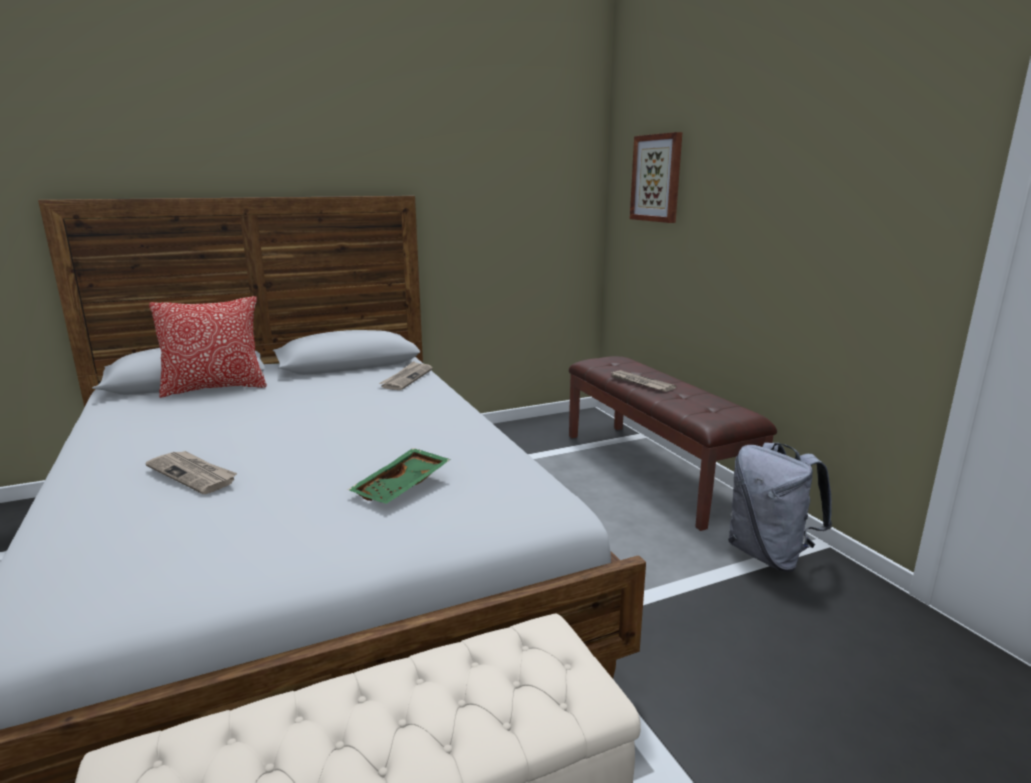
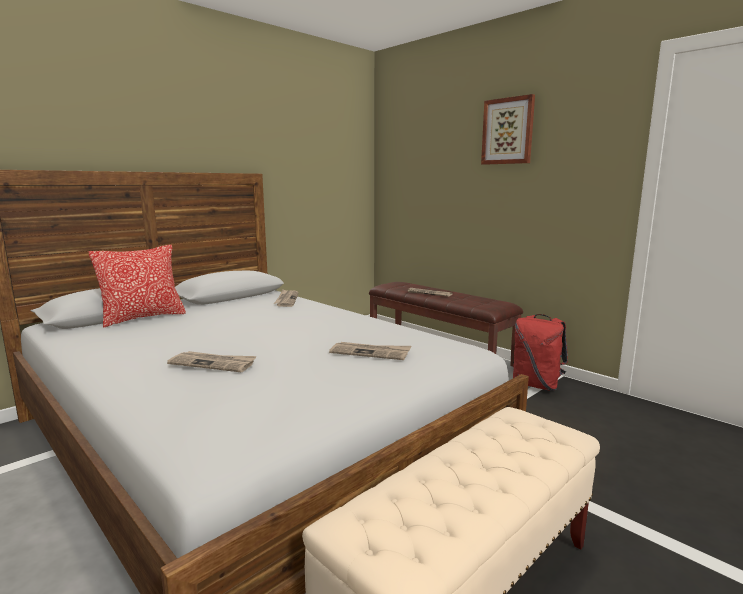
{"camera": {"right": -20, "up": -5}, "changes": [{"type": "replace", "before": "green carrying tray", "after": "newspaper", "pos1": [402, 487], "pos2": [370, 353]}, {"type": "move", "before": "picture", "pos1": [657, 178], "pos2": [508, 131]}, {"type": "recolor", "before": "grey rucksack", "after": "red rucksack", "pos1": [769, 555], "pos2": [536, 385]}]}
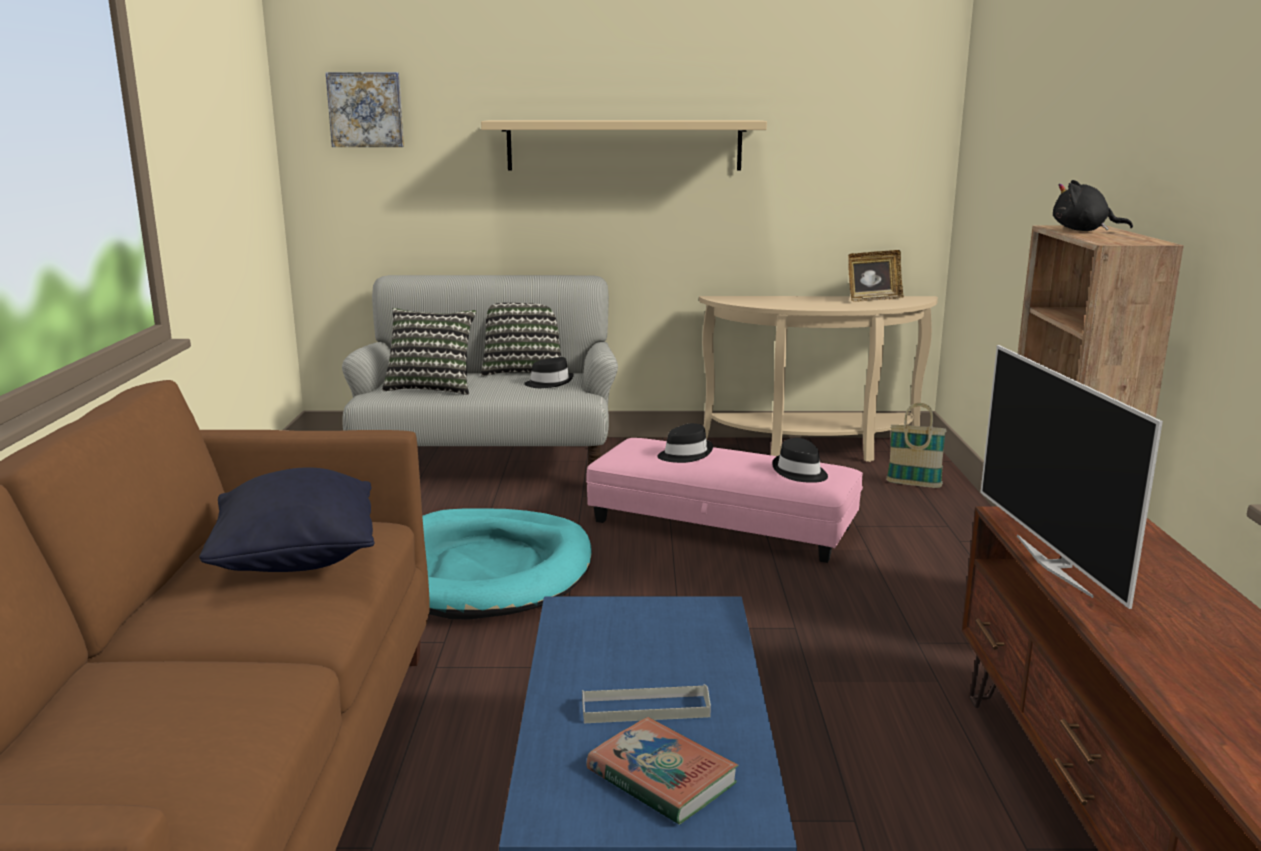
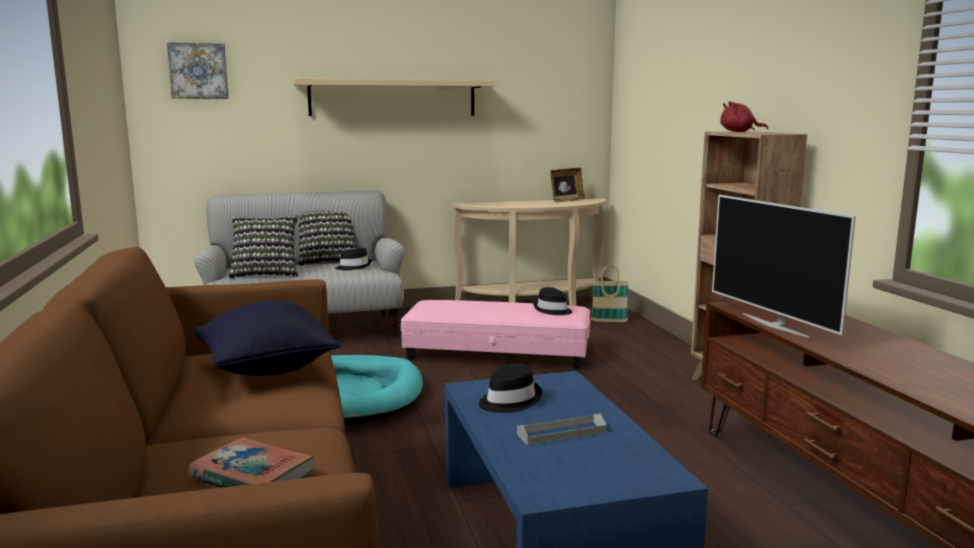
{"camera": {"right": -15, "up": -5}, "changes": [{"type": "move", "before": "bound book", "pos1": [661, 777], "pos2": [252, 476]}, {"type": "move", "before": "blackish wearable hat", "pos1": [685, 454], "pos2": [509, 401]}, {"type": "recolor", "before": "blackish cuddly toy", "after": "red cuddly toy", "pos1": [1083, 230], "pos2": [739, 132]}]}
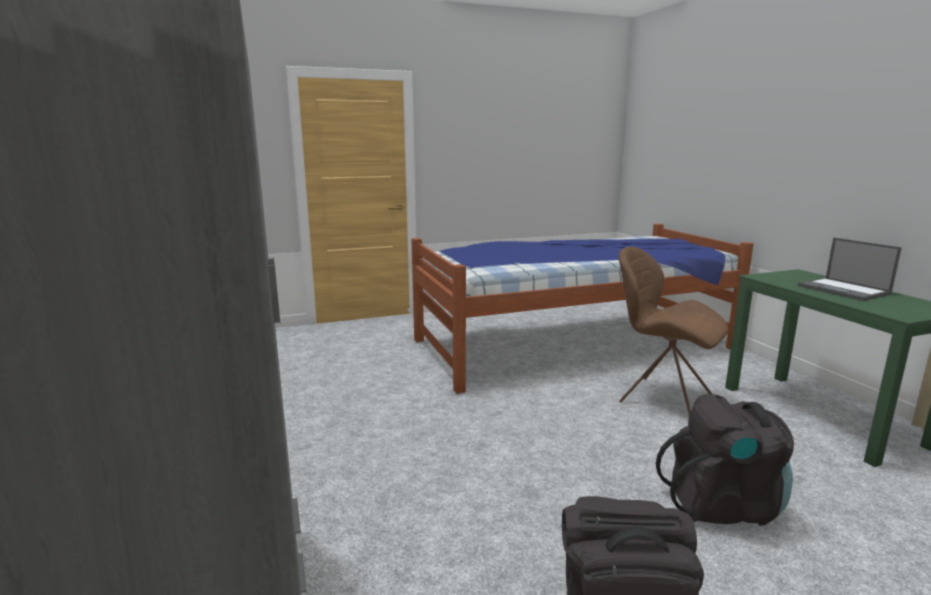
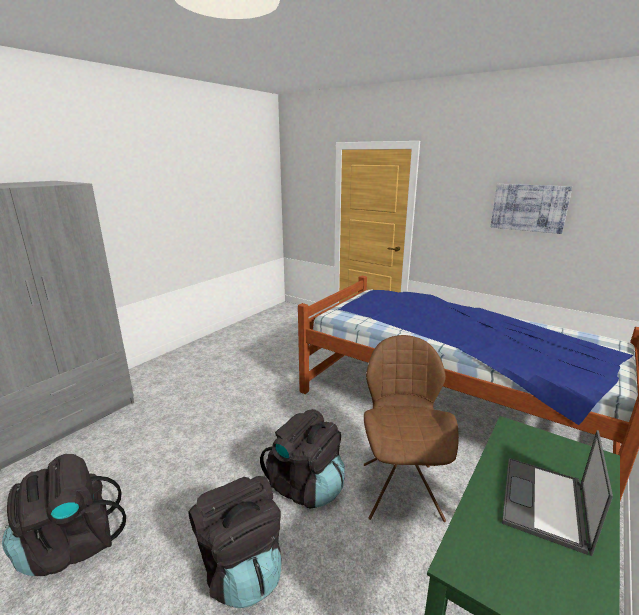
{"camera": {"right": 55, "up": 5}, "changes": [{"type": "insert", "after": "blackish rucksack", "pos2": [306, 486]}, {"type": "insert", "after": "picture", "pos2": [529, 207]}]}
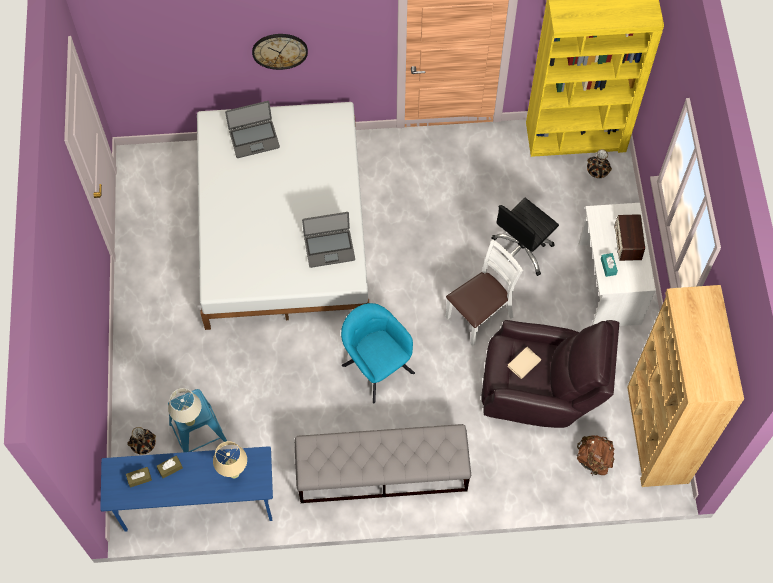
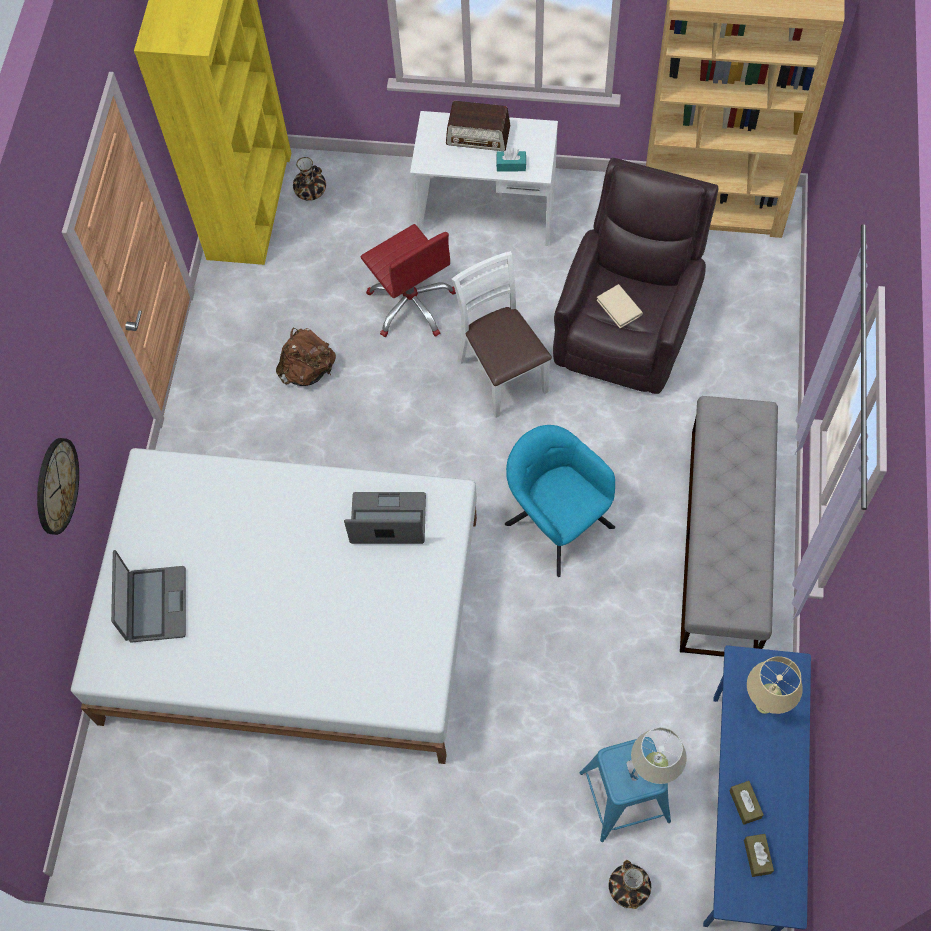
{"camera": {"right": -75, "up": 0}, "changes": [{"type": "move", "before": "brown rucksack", "pos1": [594, 460], "pos2": [308, 371]}, {"type": "rotate", "before": "laptop", "pos1": [329, 248], "pos2": [388, 520], "turn": -90}, {"type": "recolor", "before": "blackish computer chair", "after": "red computer chair", "pos1": [522, 250], "pos2": [412, 304]}, {"type": "rotate", "before": "blue-green easy chair", "pos1": [376, 366], "pos2": [556, 522], "turn": 75}]}
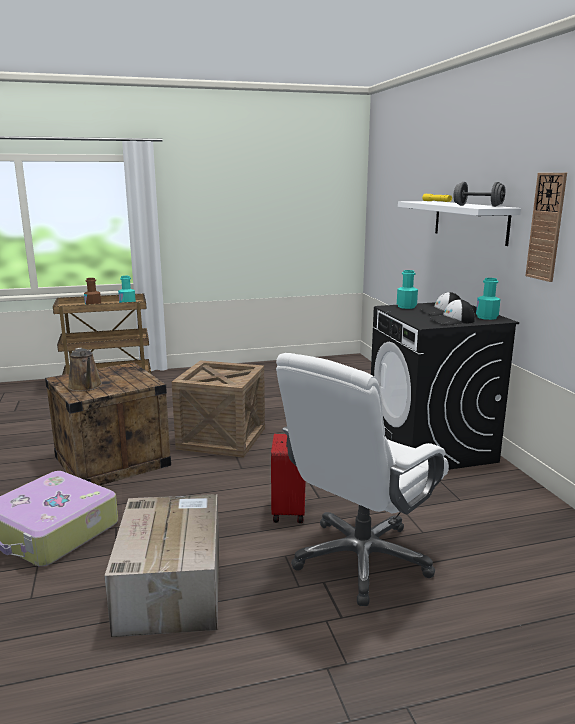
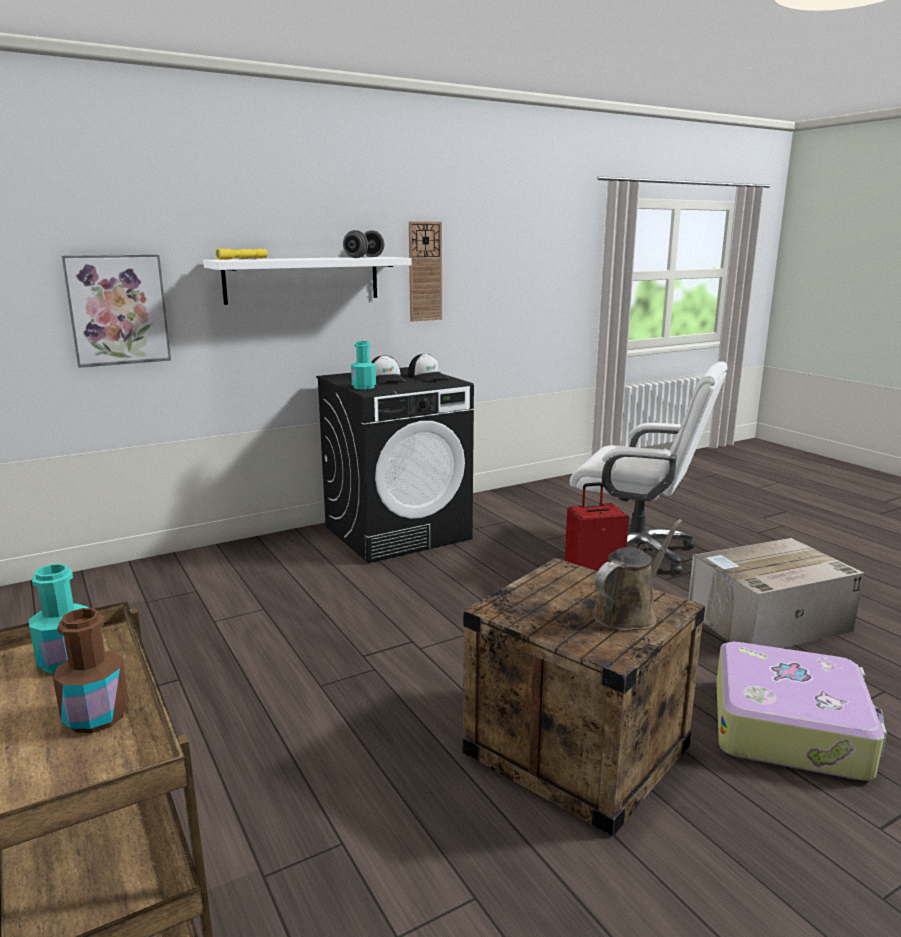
{"camera": {"right": -105, "up": 0}, "changes": [{"type": "insert", "after": "picture", "pos2": [118, 310]}, {"type": "delete", "before": "packing crate", "pos1": [222, 438]}, {"type": "delete", "before": "blue-green bottle", "pos1": [487, 317]}]}
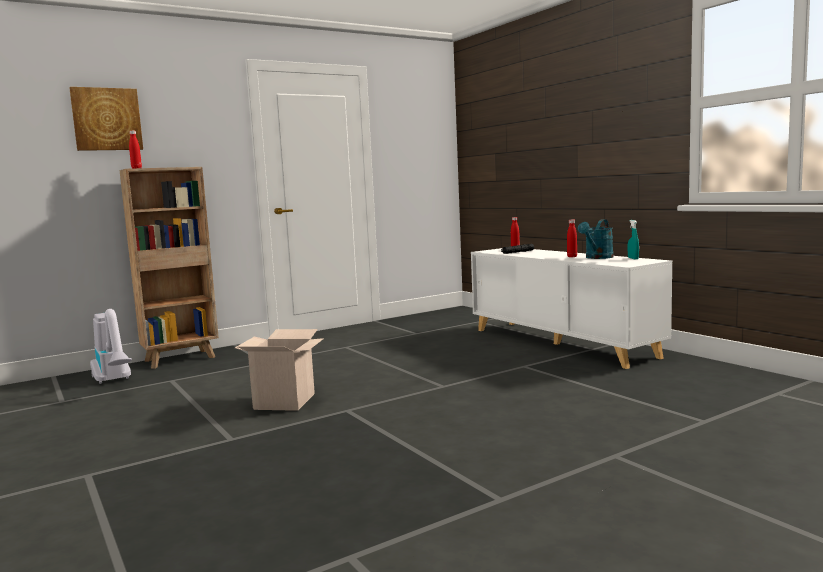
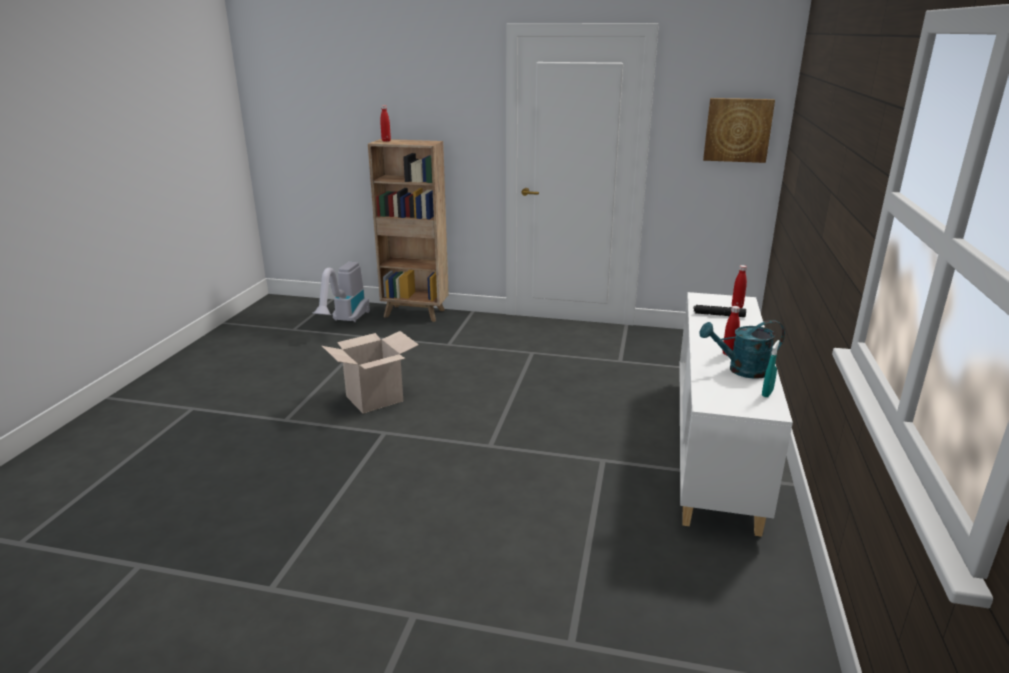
{"camera": {"right": 45, "up": 15}, "changes": [{"type": "move", "before": "picture", "pos1": [107, 119], "pos2": [737, 130]}]}
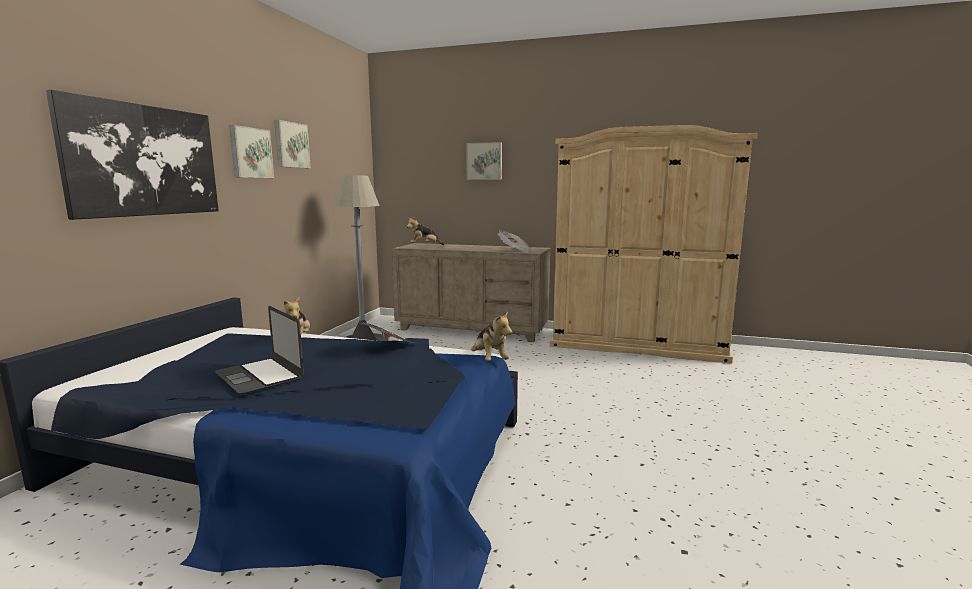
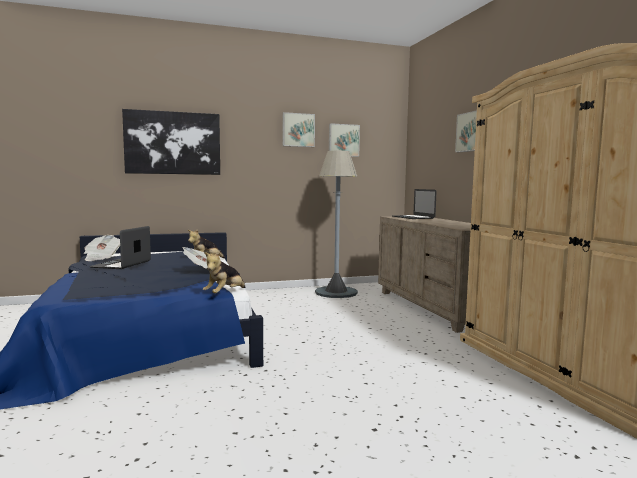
{"camera": {"right": 55, "up": -5}, "changes": [{"type": "move", "before": "newspaper", "pos1": [514, 251], "pos2": [101, 258]}, {"type": "move", "before": "picture", "pos1": [250, 153], "pos2": [343, 140]}, {"type": "replace", "before": "cuddly toy", "after": "laptop", "pos1": [424, 245], "pos2": [413, 217]}]}
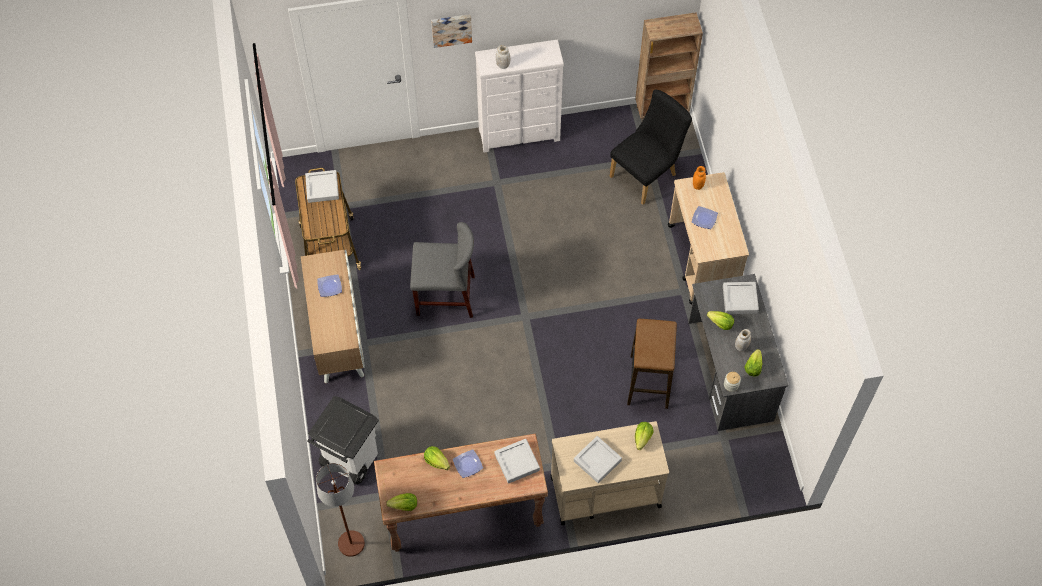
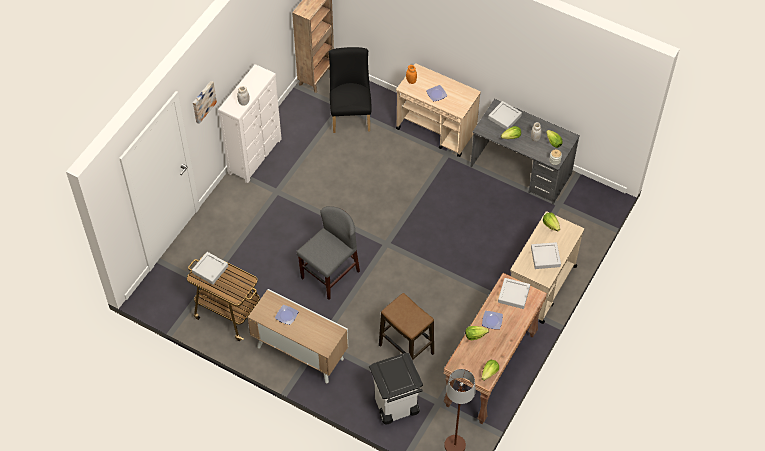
{"camera": {"right": -50, "up": -5}, "changes": [{"type": "move", "before": "sitting stool", "pos1": [648, 381], "pos2": [406, 349]}]}
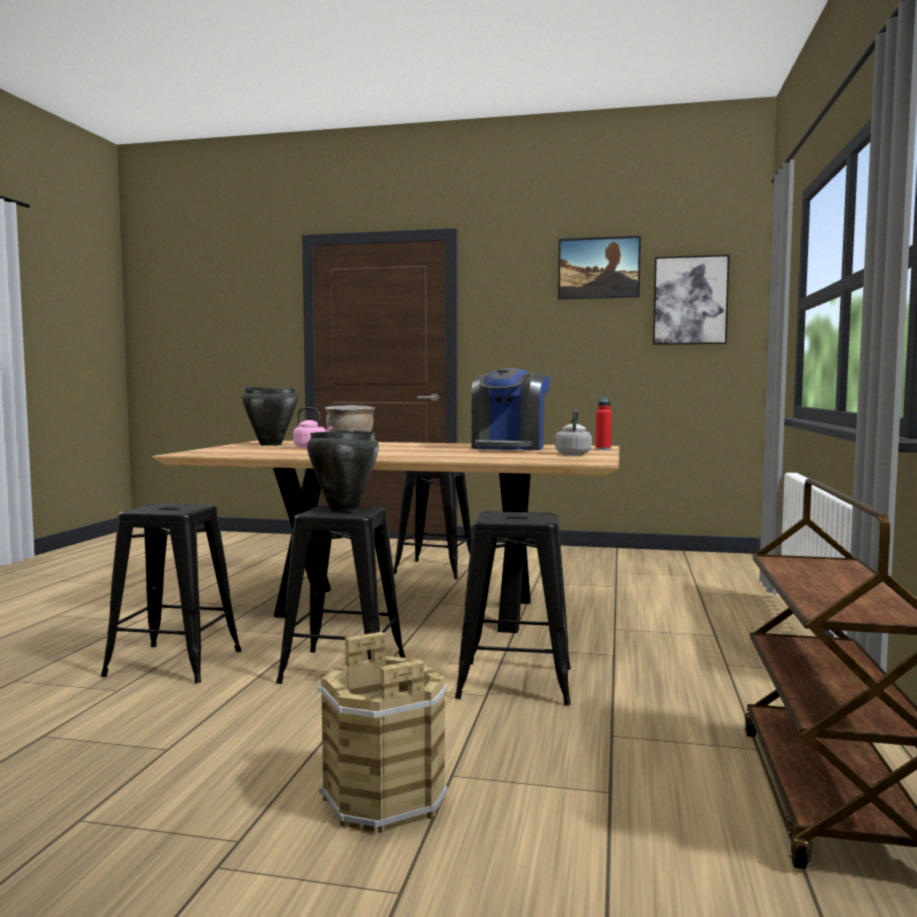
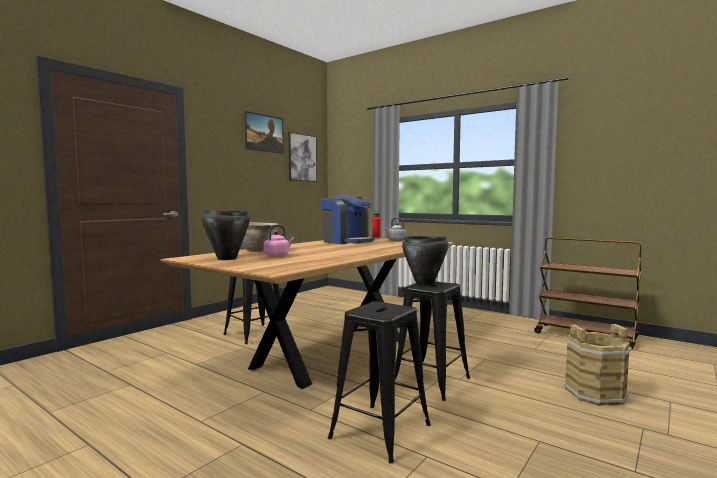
{"camera": {"right": -65, "up": 0}, "changes": [{"type": "delete", "before": "blackish sitting stool", "pos1": [516, 683]}]}
